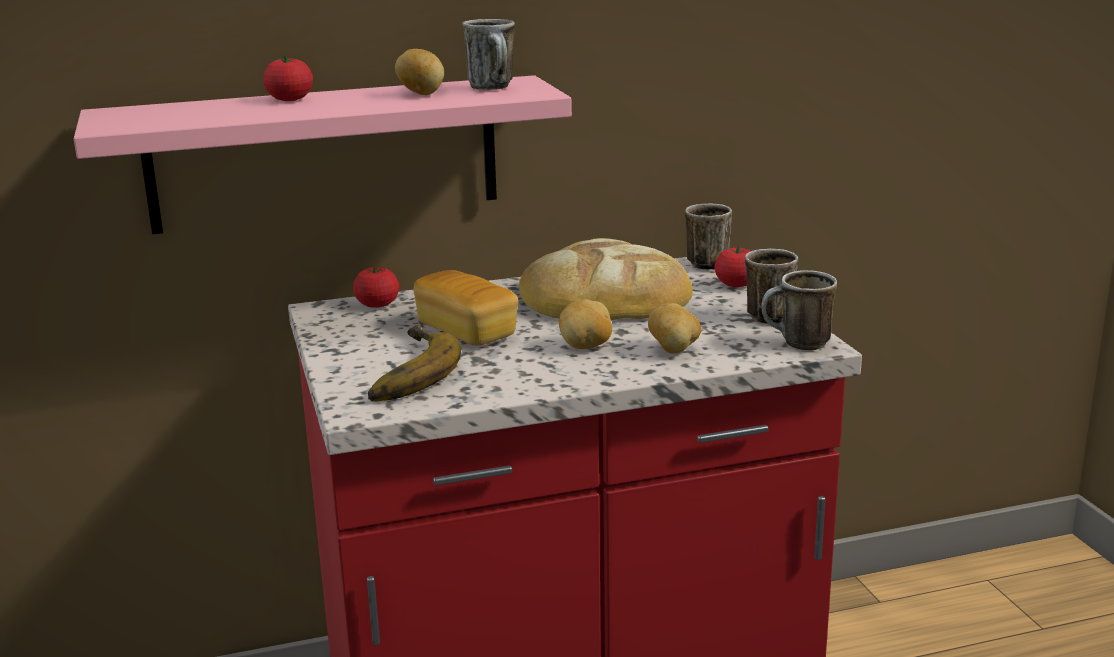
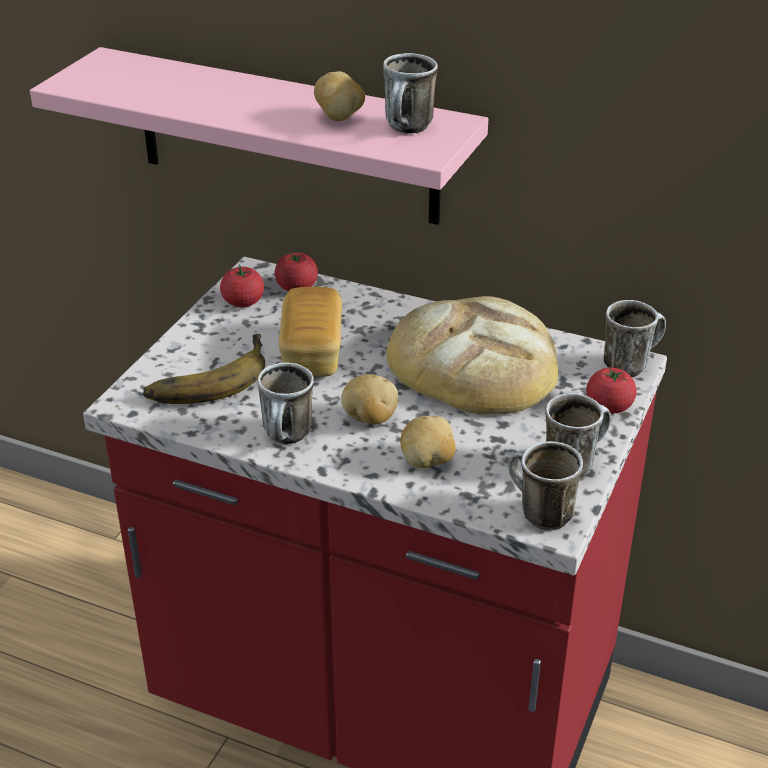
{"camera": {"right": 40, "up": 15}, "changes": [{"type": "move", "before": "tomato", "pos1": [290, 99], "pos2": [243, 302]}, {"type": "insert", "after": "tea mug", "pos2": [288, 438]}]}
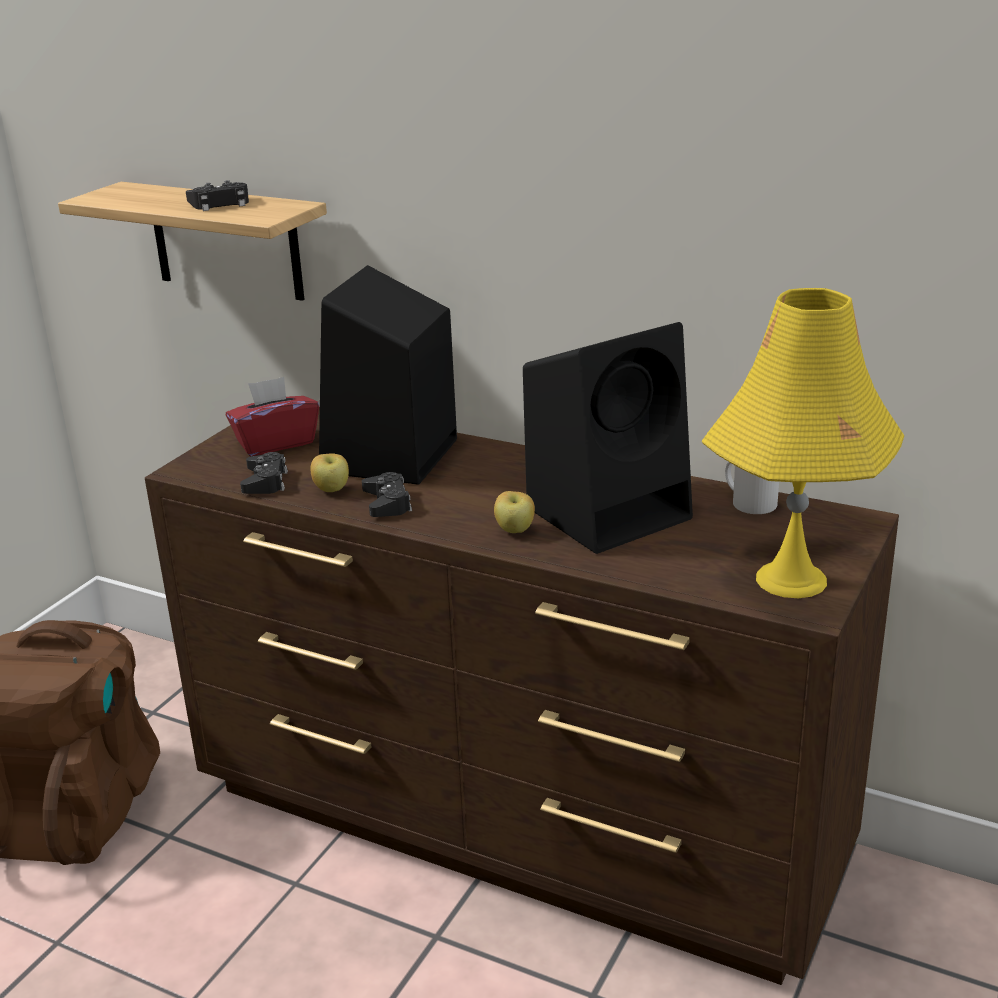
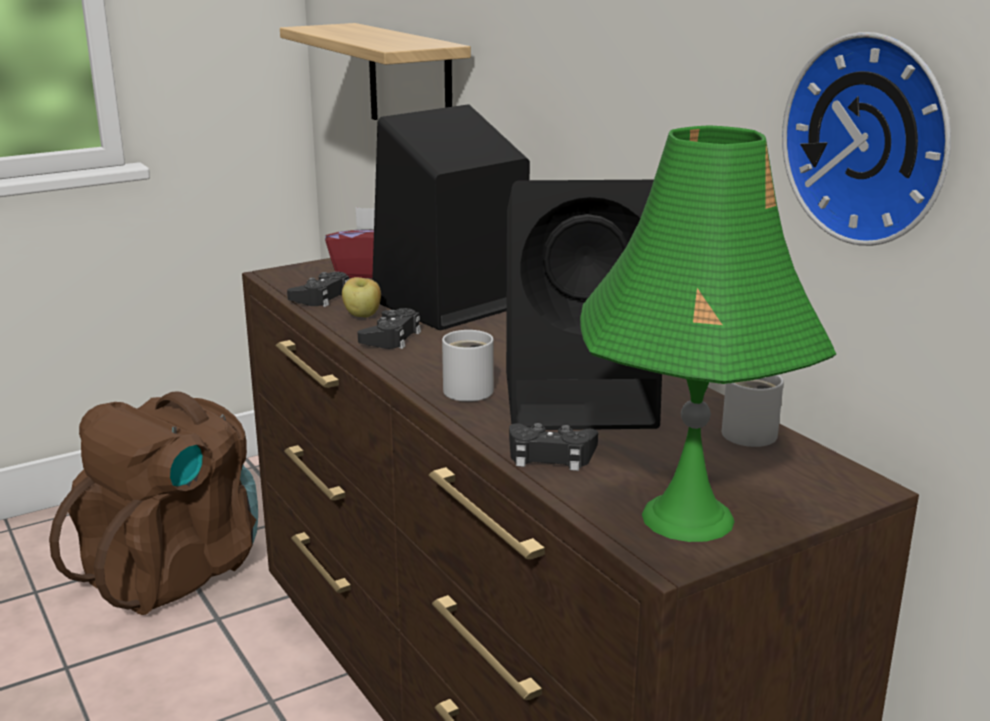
{"camera": {"right": 30, "up": -5}, "changes": [{"type": "replace", "before": "apple fruit", "after": "whitish tea mug", "pos1": [515, 530], "pos2": [467, 389]}, {"type": "move", "before": "blackish gamepad", "pos1": [220, 204], "pos2": [550, 455]}, {"type": "recolor", "before": "yellow table lamp", "after": "green table lamp", "pos1": [791, 580], "pos2": [687, 518]}, {"type": "insert", "after": "hanging clock", "pos2": [872, 139]}]}
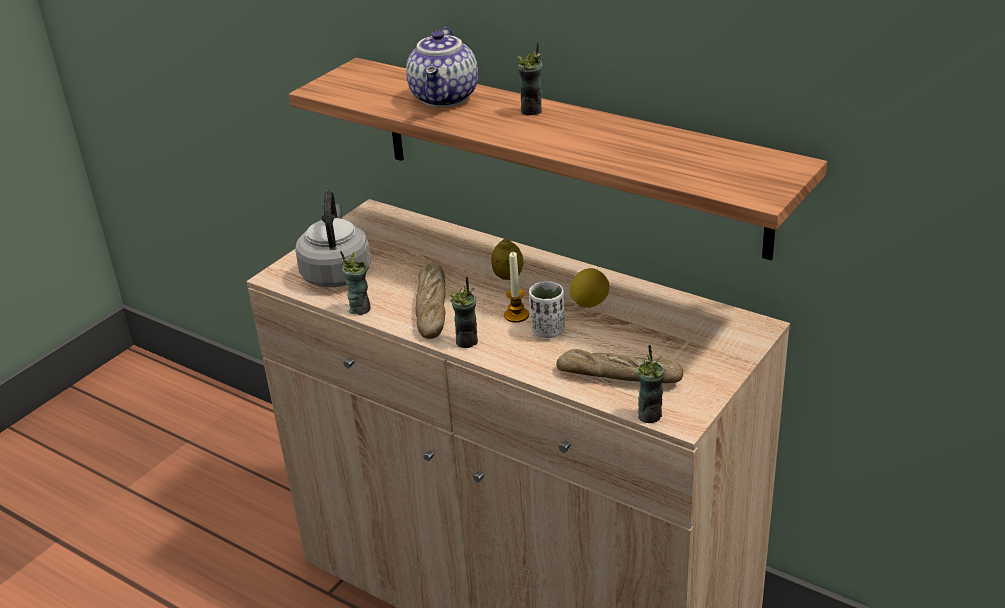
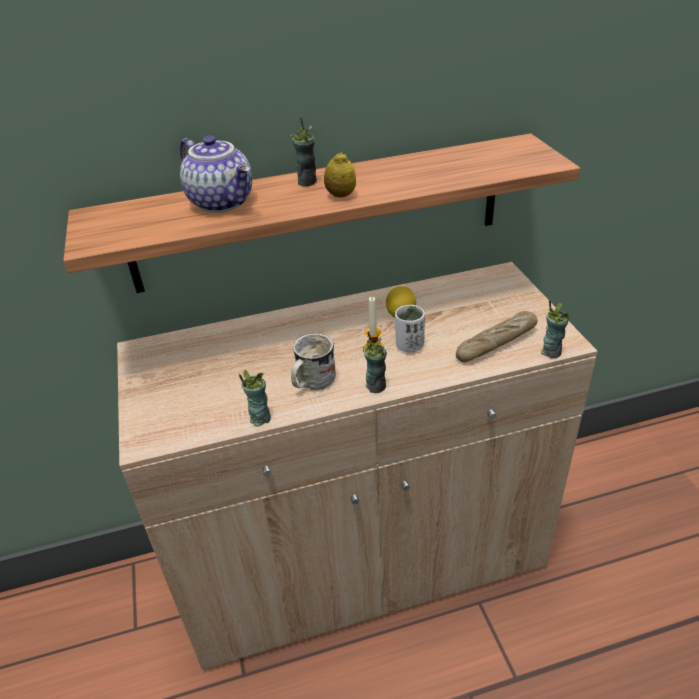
{"camera": {"right": -50, "up": 5}, "changes": [{"type": "replace", "before": "baked bread", "after": "whitish tea mug", "pos1": [432, 308], "pos2": [311, 382]}, {"type": "move", "before": "lemon", "pos1": [508, 277], "pos2": [341, 195]}, {"type": "delete", "before": "grey water kettle", "pos1": [337, 273]}]}
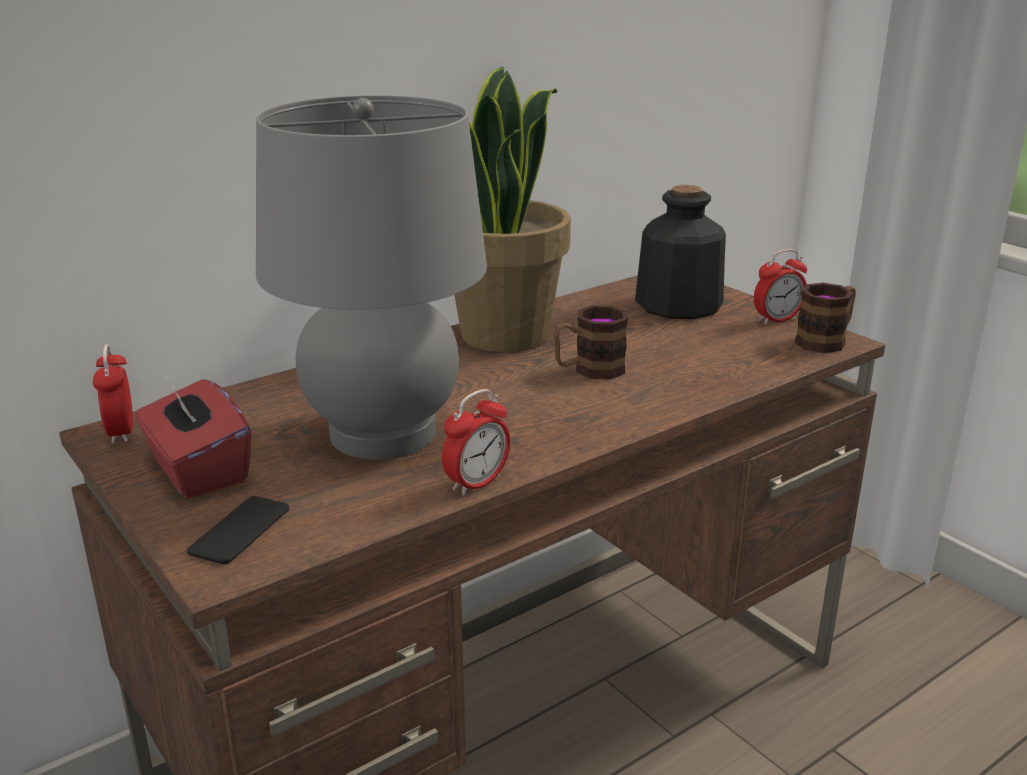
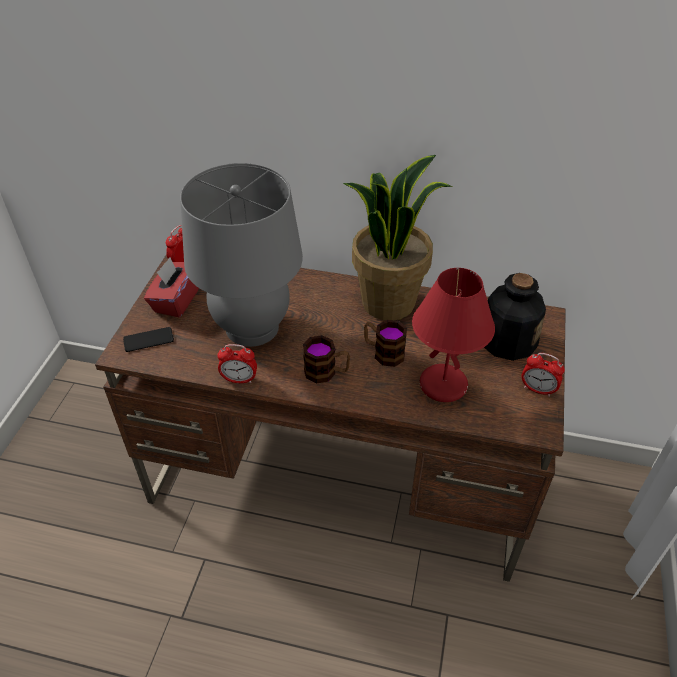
{"camera": {"right": 50, "up": 20}, "changes": [{"type": "move", "before": "tea mug", "pos1": [826, 340], "pos2": [326, 372]}, {"type": "insert", "after": "red table lamp", "pos2": [444, 385]}]}
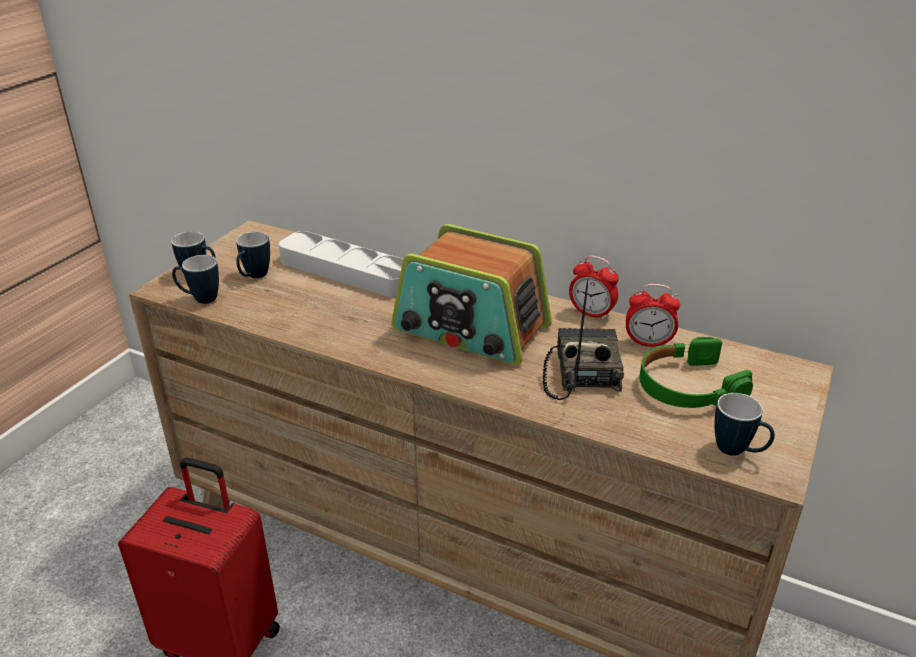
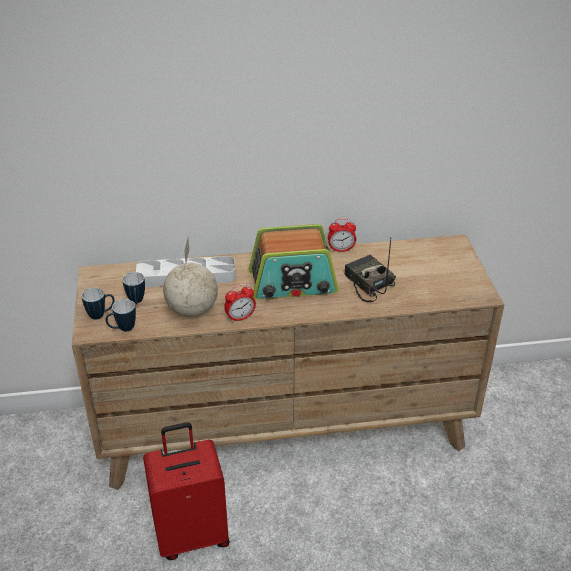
{"camera": {"right": -35, "up": 5}, "changes": [{"type": "insert", "after": "world globe", "pos2": [193, 310]}, {"type": "move", "before": "bedside clock", "pos1": [648, 343], "pos2": [240, 317]}, {"type": "delete", "before": "green pair of headphones", "pos1": [687, 386]}, {"type": "delete", "before": "tea mug", "pos1": [738, 452]}]}
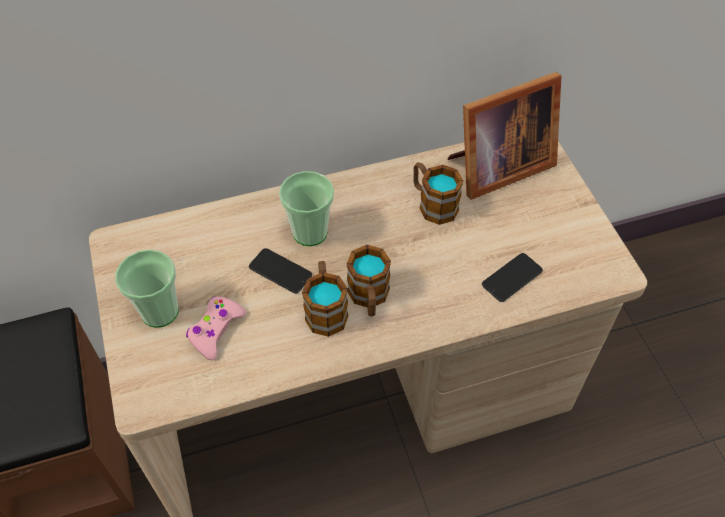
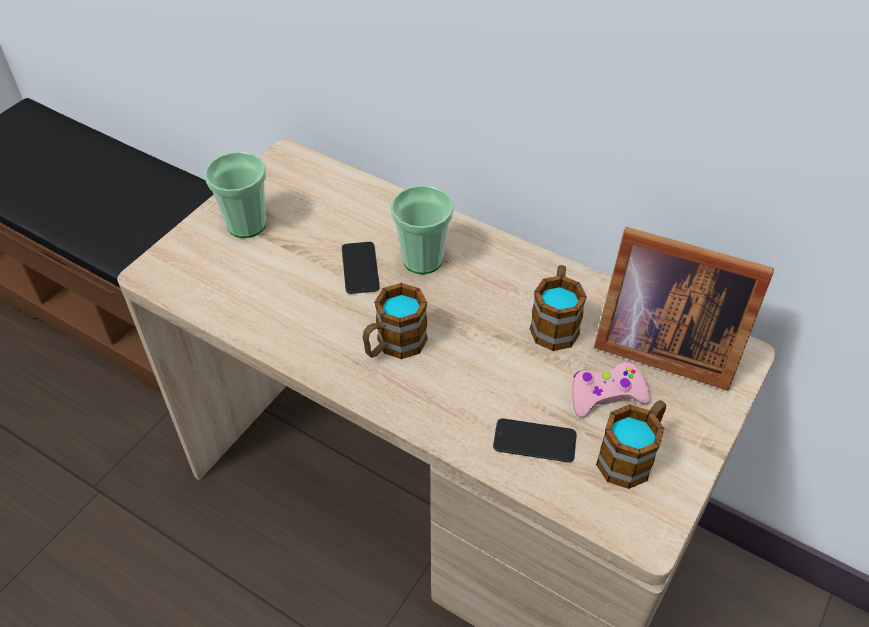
{"camera": {"right": 50, "up": -5}, "changes": [{"type": "move", "before": "pink-coloured gamepad", "pos1": [216, 330], "pos2": [606, 395]}, {"type": "move", "before": "tea mug", "pos1": [325, 309], "pos2": [631, 455]}]}
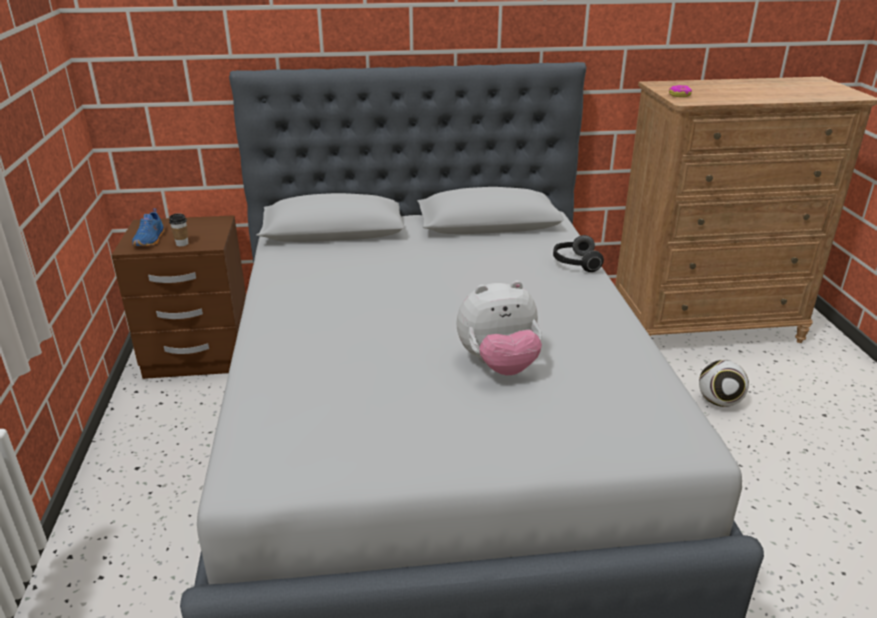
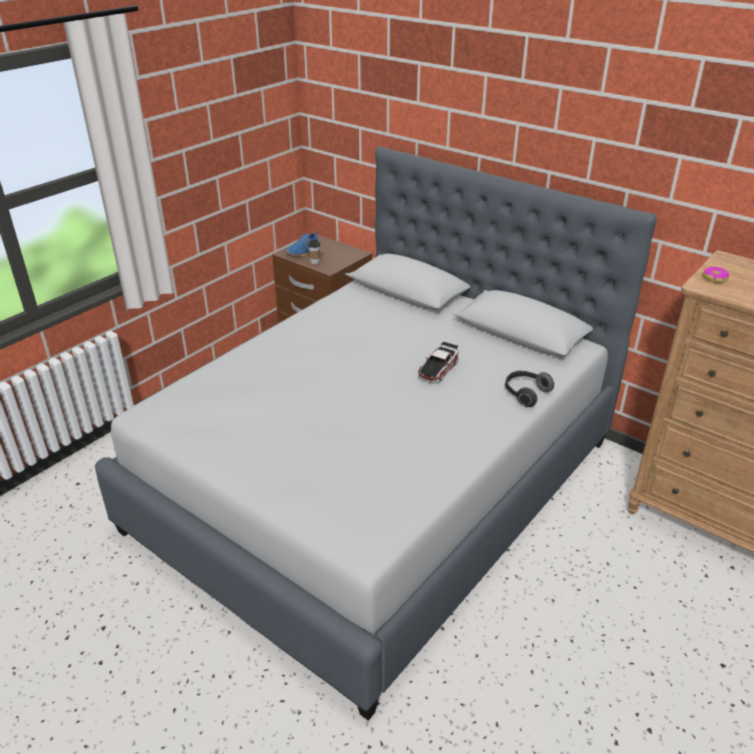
{"camera": {"right": 45, "up": 5}, "changes": [{"type": "insert", "after": "miniature car", "pos2": [438, 368]}, {"type": "delete", "before": "cuddly toy", "pos1": [499, 365]}, {"type": "delete", "before": "ball for football", "pos1": [719, 402]}]}
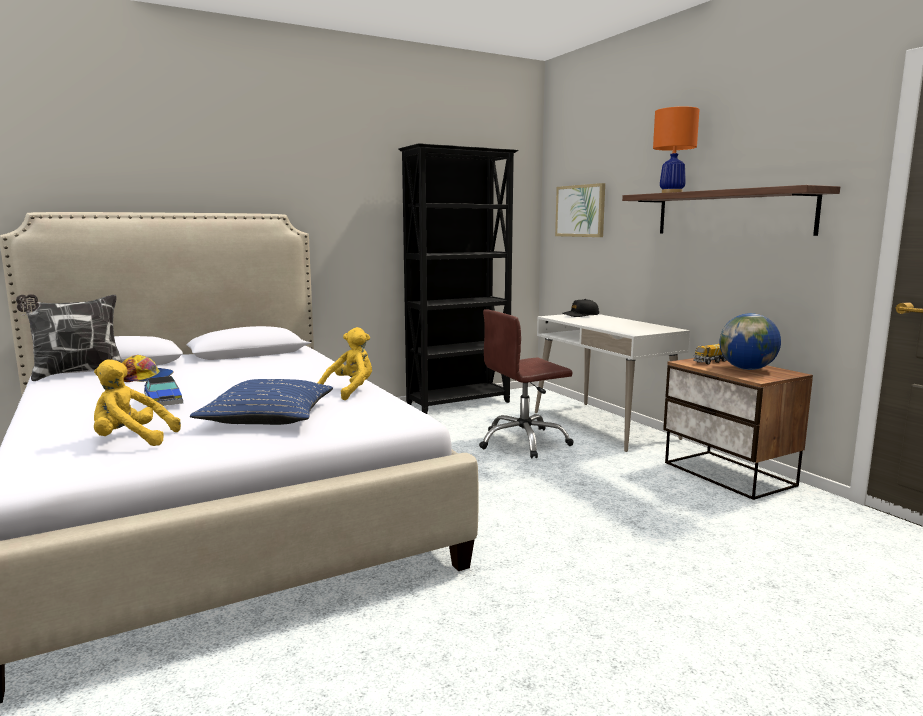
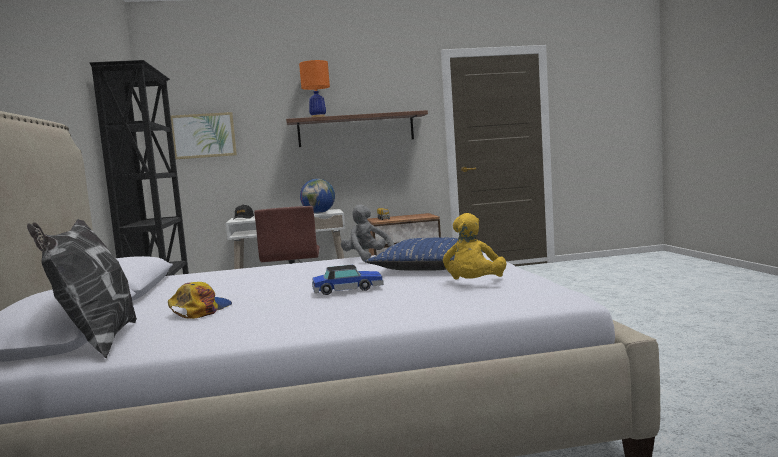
{"camera": {"right": -70, "up": -5}, "changes": [{"type": "move", "before": "world globe", "pos1": [747, 369], "pos2": [319, 213]}, {"type": "recolor", "before": "yellow cuddly toy", "after": "grey cuddly toy", "pos1": [350, 391], "pos2": [367, 258]}]}
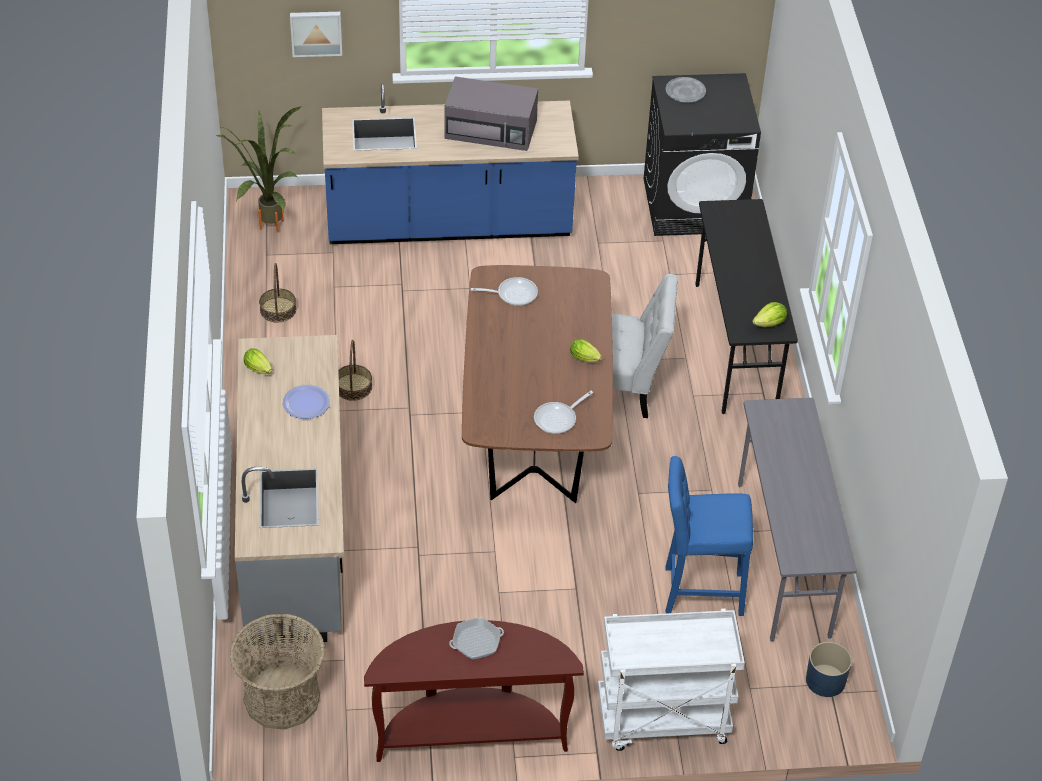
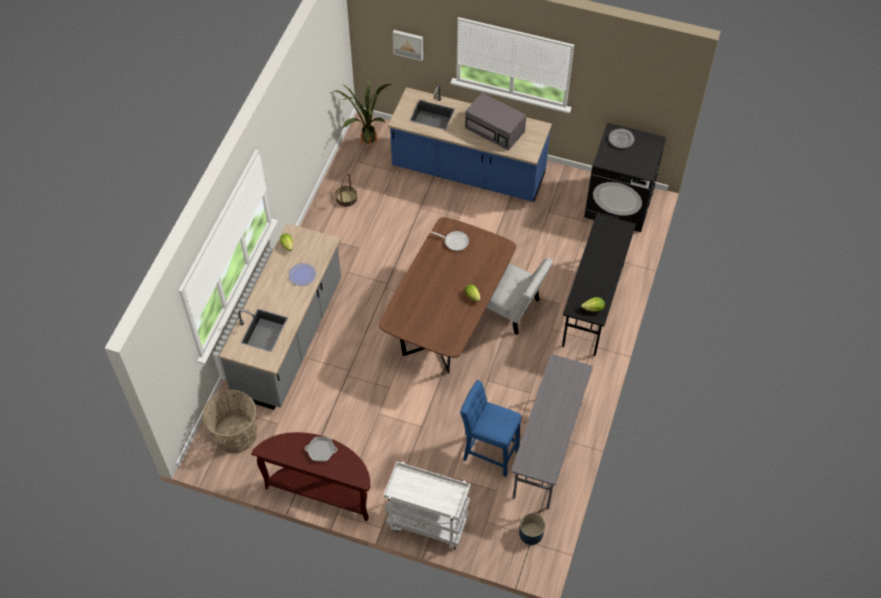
{"camera": {"right": 25, "up": 10}, "changes": [{"type": "delete", "before": "household basket", "pos1": [353, 387]}, {"type": "delete", "before": "skillet", "pos1": [558, 419]}]}
